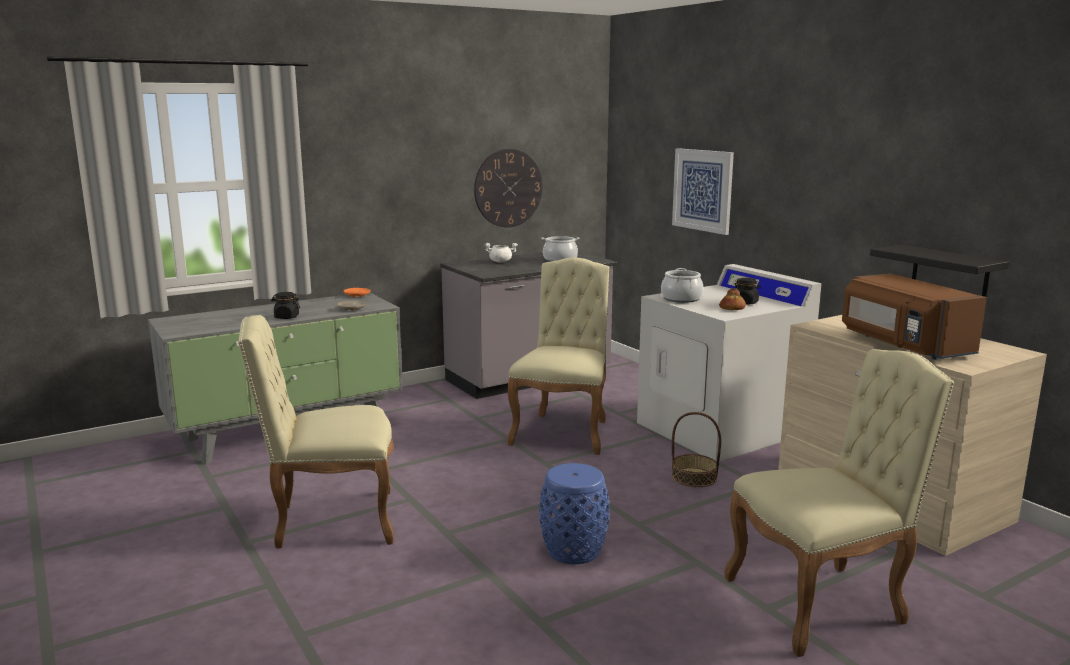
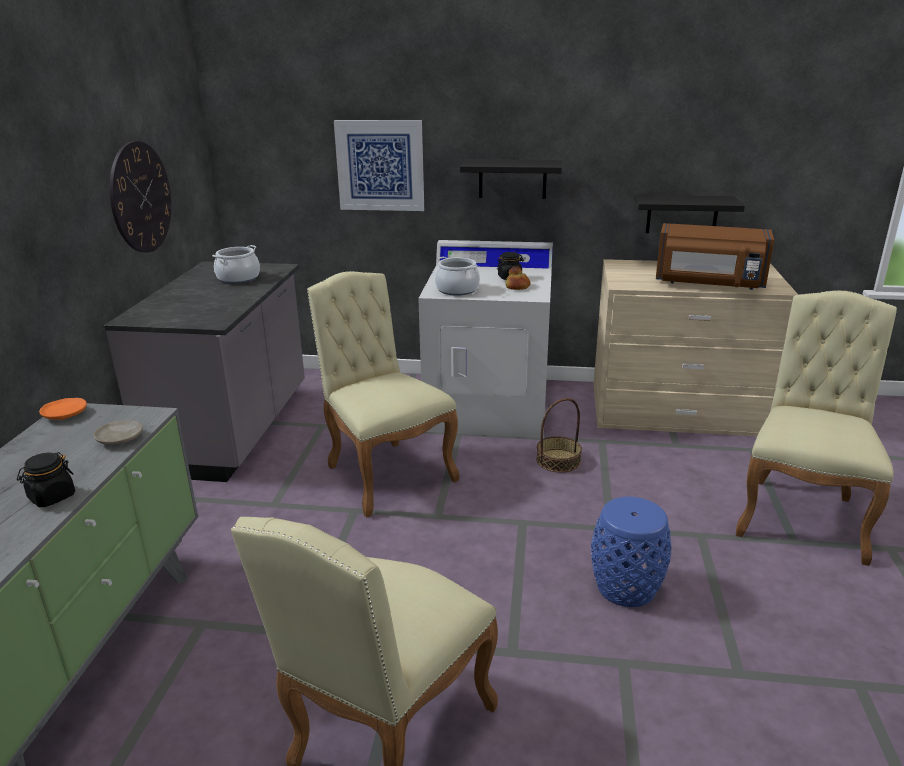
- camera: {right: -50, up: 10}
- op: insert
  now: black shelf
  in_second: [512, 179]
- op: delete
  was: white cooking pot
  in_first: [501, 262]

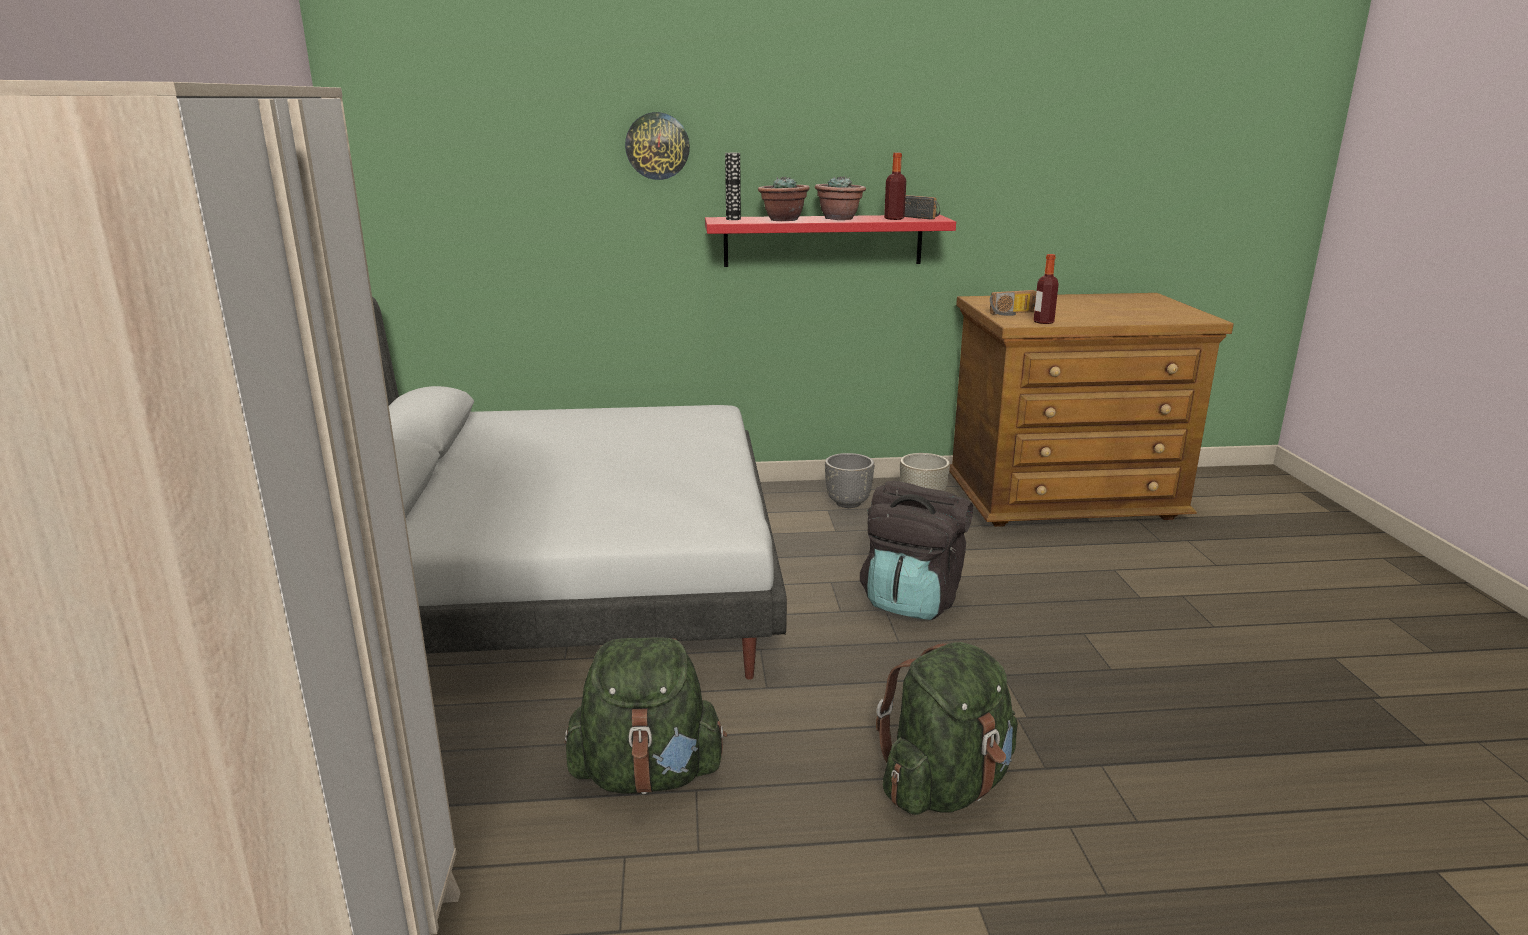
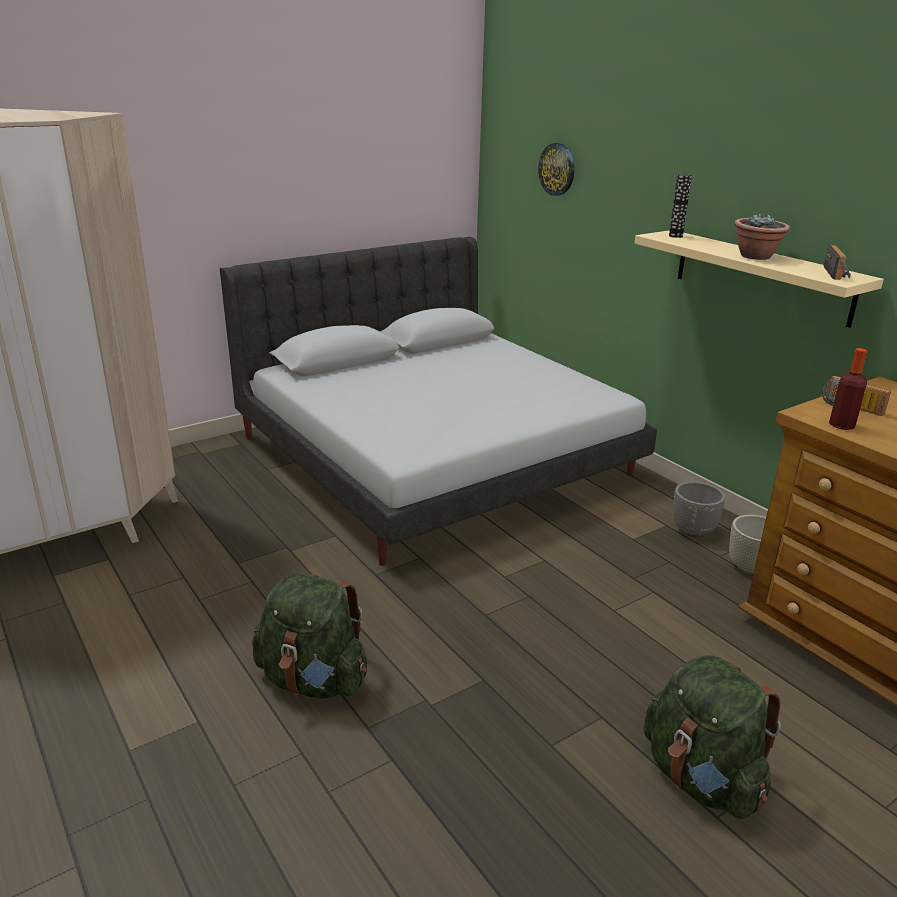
- camera: {right: 60, up: 5}
- op: move
  was: wall clock
  in_first: [657, 146]
  in_second: [557, 169]
- op: recolor
  was: red shelf
  now: beige shelf
  in_first: [823, 240]
  in_second: [761, 276]
- op: move
  was: green backpack
  in_first: [647, 775]
  in_second: [701, 778]
- op: delete
  was: potted plant
  in_first: [783, 220]
- op: delete
  was: black backpack
  in_first: [912, 599]
- op: delete
  was: bottle
  in_first: [894, 218]

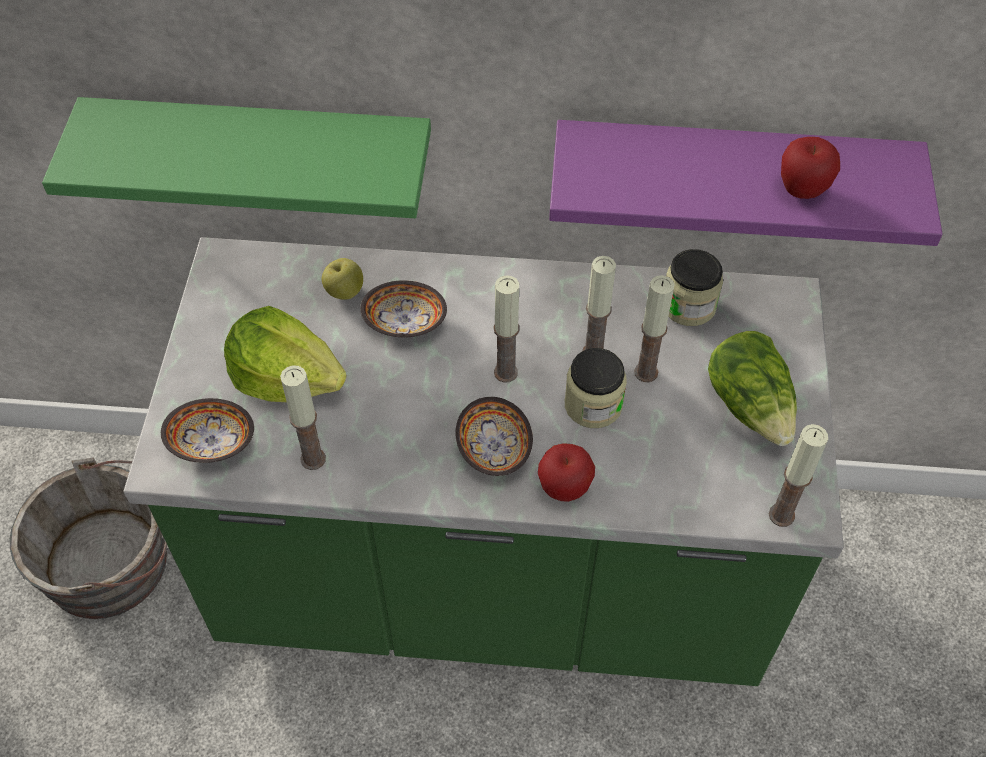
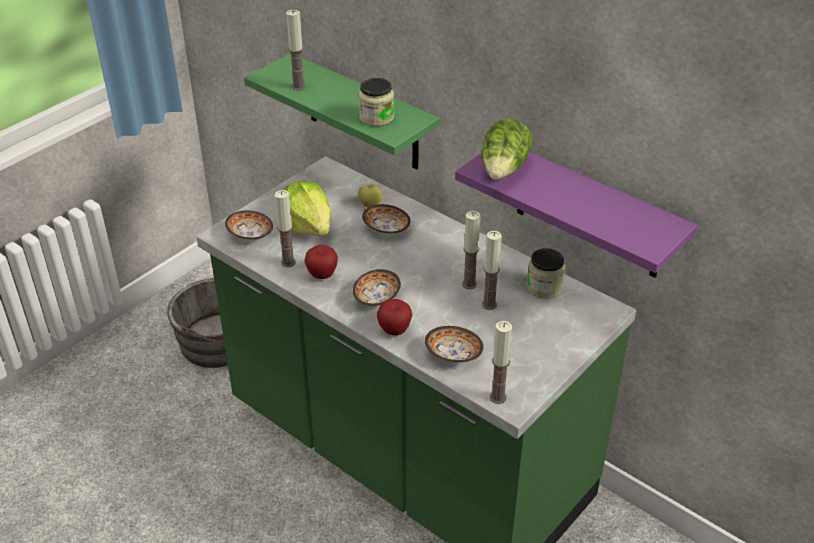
- camera: {right: 35, up: -15}
- op: move
  was: candle
  in_first: [506, 372]
  in_second: [298, 86]
- op: move
  was: apple
  in_first: [802, 190]
  in_second: [322, 275]
- op: move
  was: jar
  in_first: [593, 405]
  in_second: [376, 117]
- op: insert
  now: bowl
  in_second: [452, 354]
- op: move
  was: lettuce
  in_first: [751, 405]
  in_second: [504, 170]

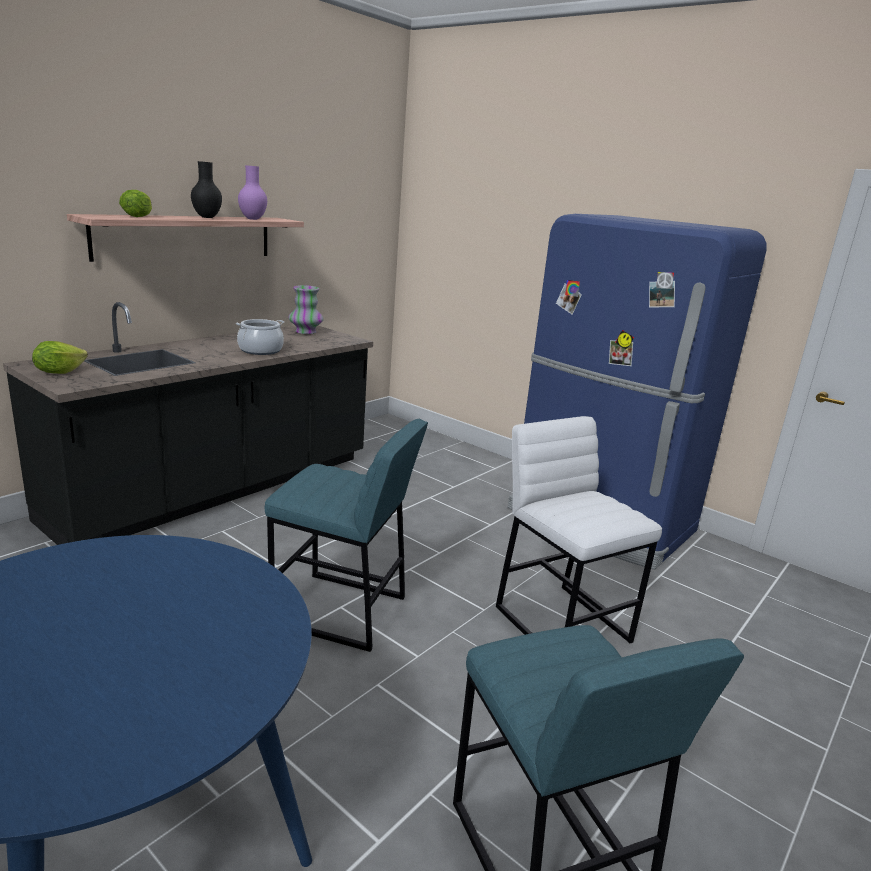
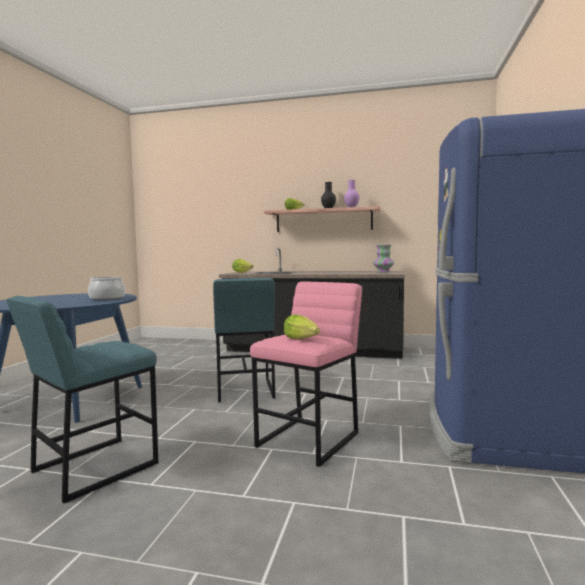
- camera: {right: 65, up: -15}
- op: move
  was: cooking pot
  in_first: [260, 350]
  in_second: [107, 299]
- op: recolor
  was: white stool
  now: pink stool
  in_first: [560, 622]
  in_second: [309, 438]
- op: insert
  now: lettuce
  in_second: [302, 339]

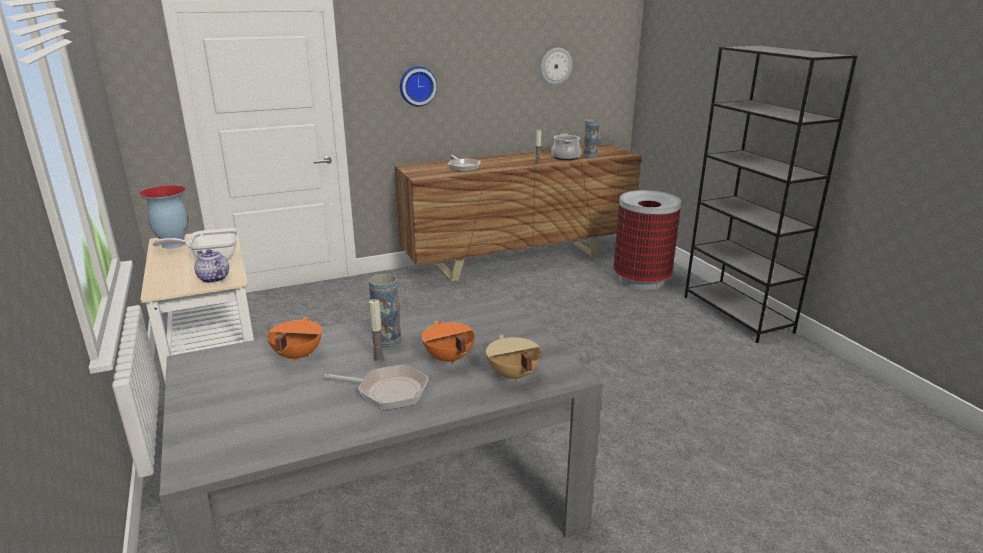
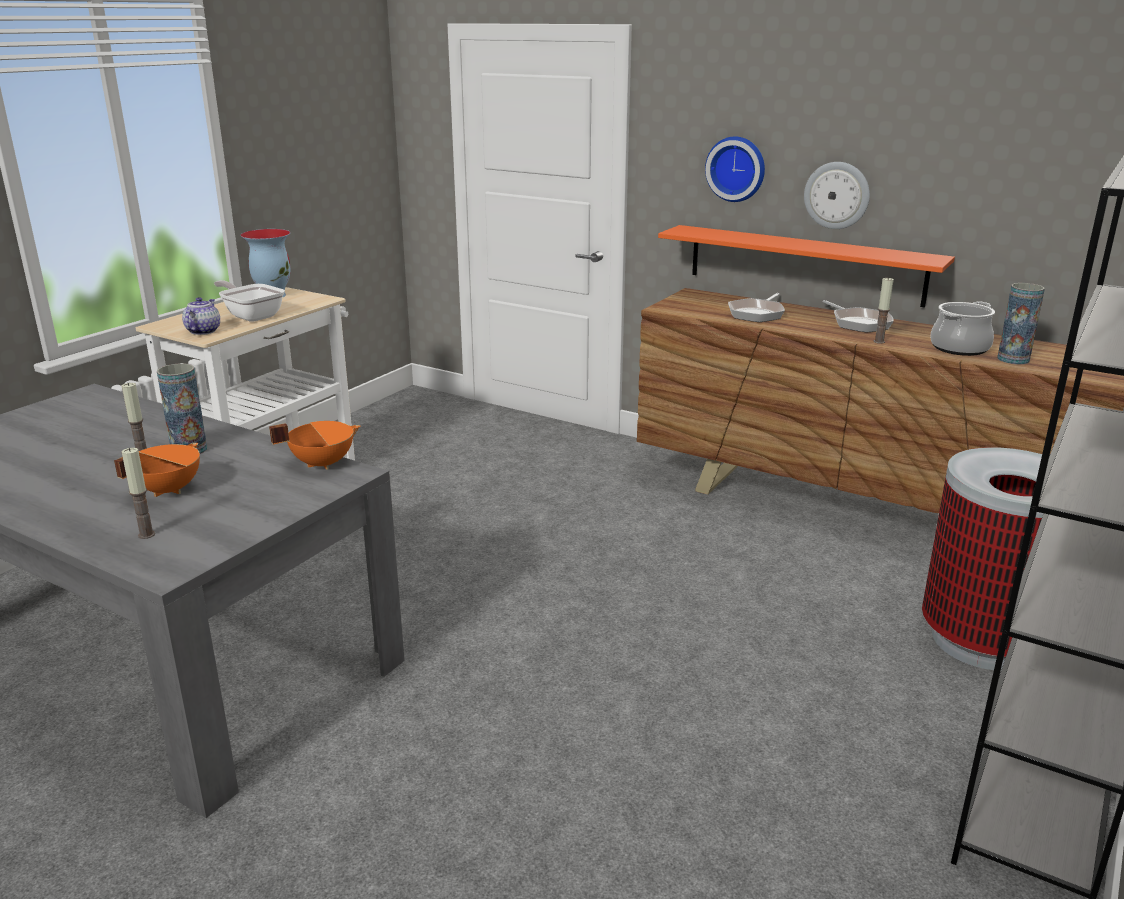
- camera: {right: 55, up: 0}
- op: replace
  was: beige cooking pot
  now: candle
  in_first: [512, 375]
  in_second: [146, 535]
- op: move
  was: orange cooking pot
  in_first: [296, 355]
  in_second: [322, 463]
- op: insert
  now: orange shelf
  in_second: [804, 264]
- op: move
  was: wall clock
  in_first: [555, 66]
  in_second: [837, 195]
- op: move
  was: frying pan
  in_first: [388, 391]
  in_second: [858, 323]

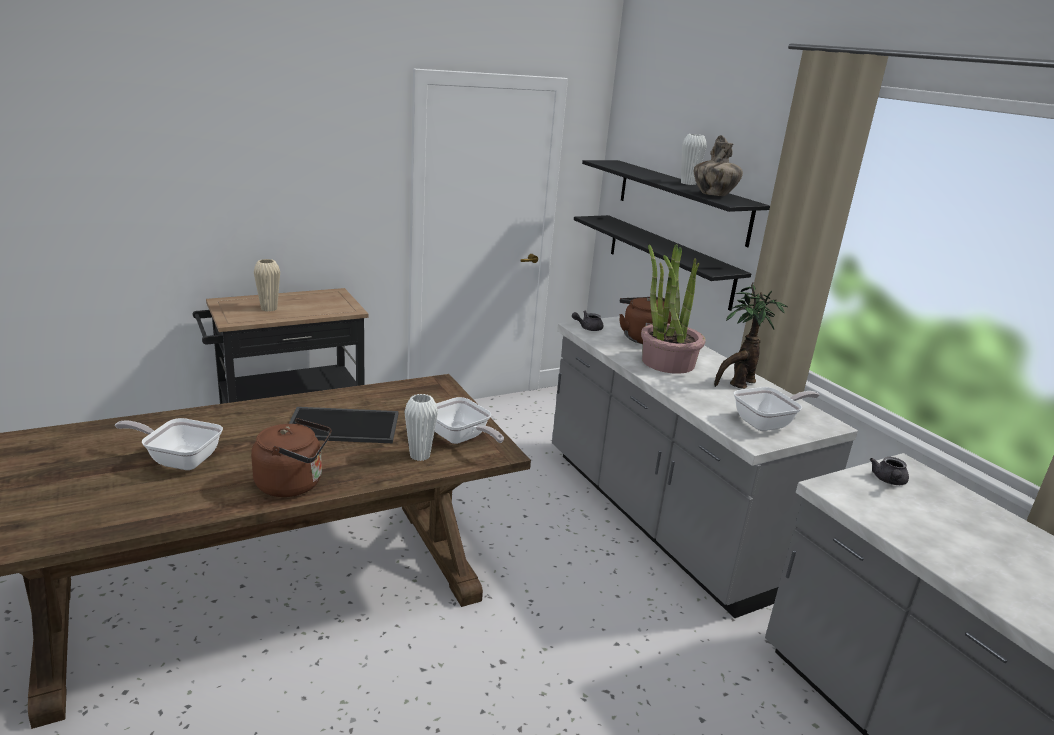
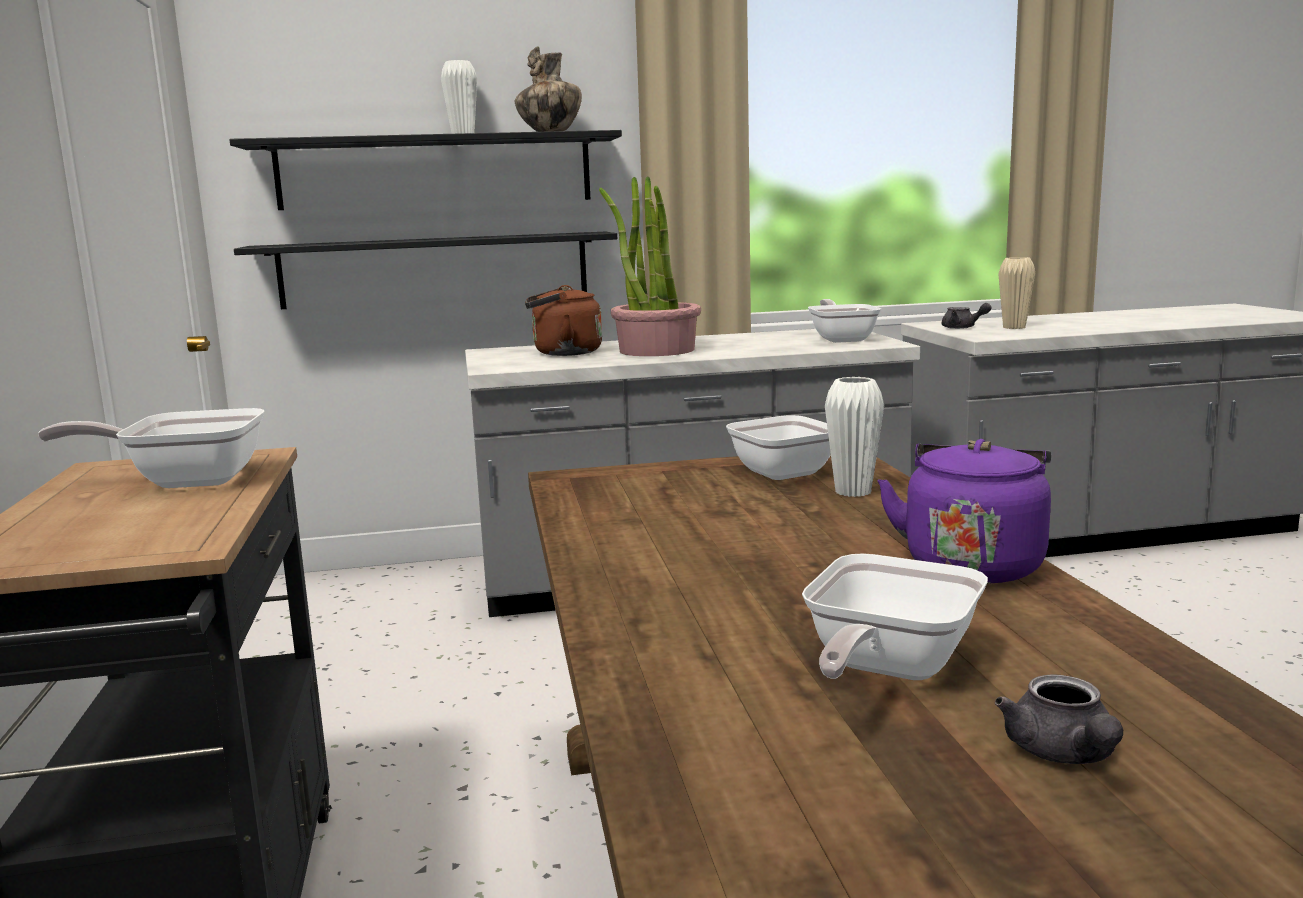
- camera: {right: -70, up: -10}
- op: insert
  now: frying pan
  in_second: [185, 481]
- op: recolor
  was: brown kettle
  now: purple kettle
  in_first: [294, 484]
  in_second: [973, 564]
- op: move
  was: grey teapot
  in_first: [587, 328]
  in_second: [1064, 755]
- op: move
  was: beige vase
  in_first: [269, 309]
  in_second: [1014, 327]
- op: delete
  was: tray
  in_first: [344, 425]
- op: delete
  was: potted plant
  in_first: [738, 384]

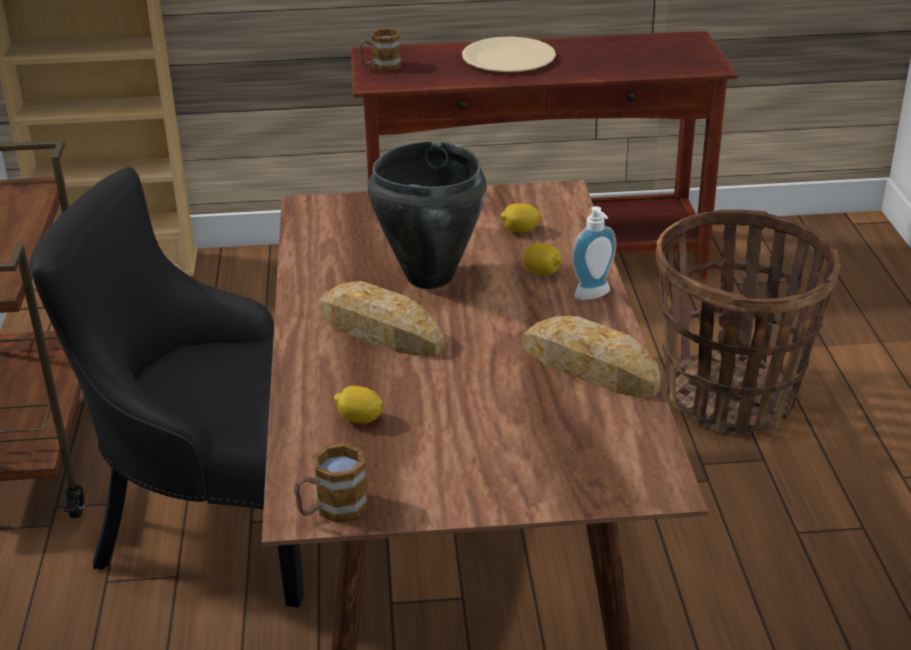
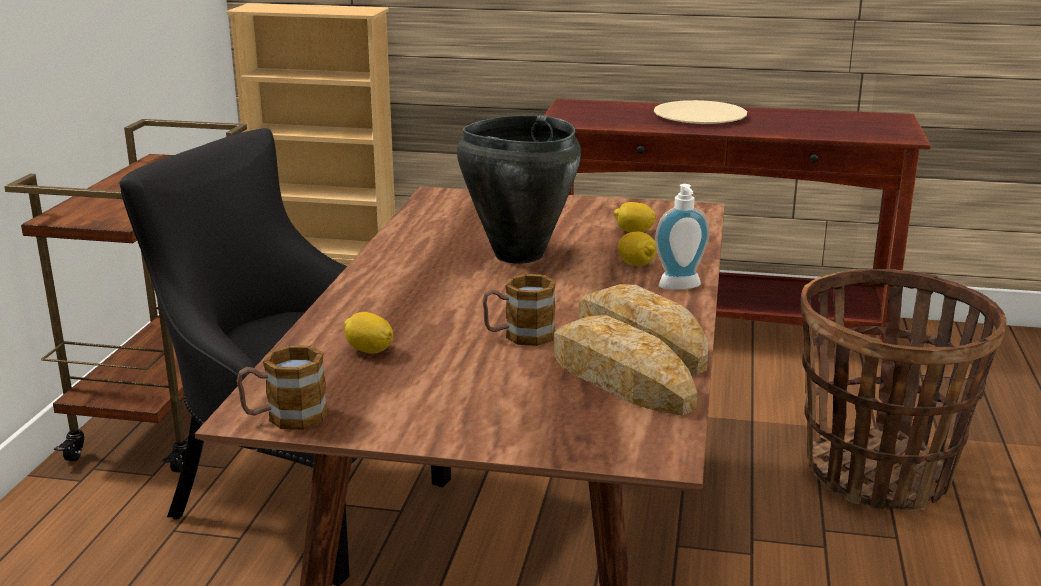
- camera: {right: 15, up: -10}
- op: move
  was: mug
  in_first: [380, 67]
  in_second: [519, 336]
- op: move
  was: bread
  in_first: [379, 331]
  in_second: [620, 379]

